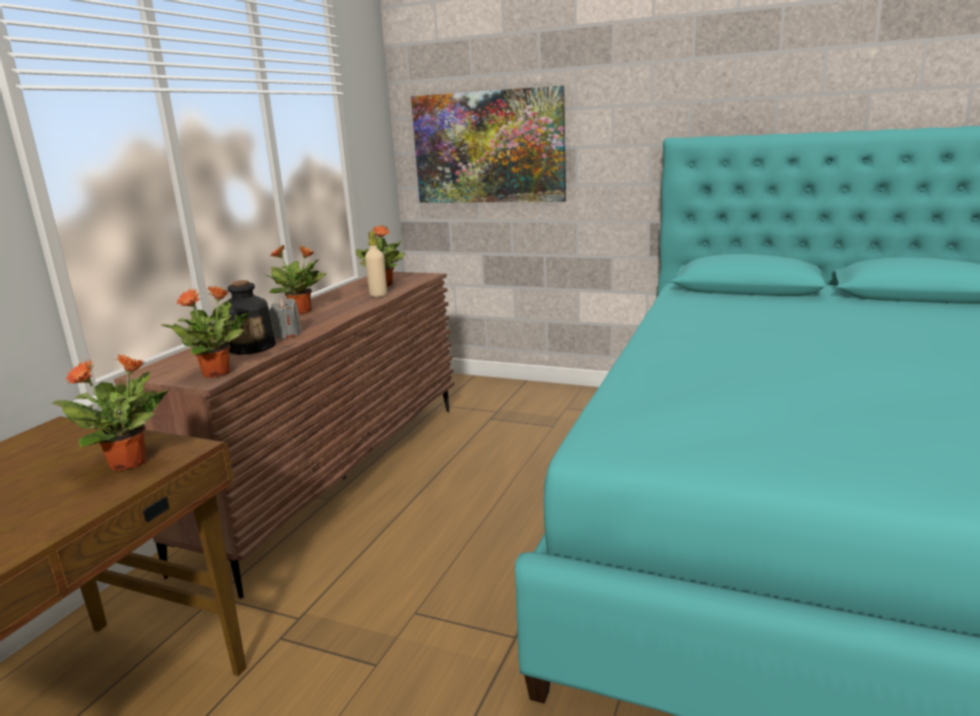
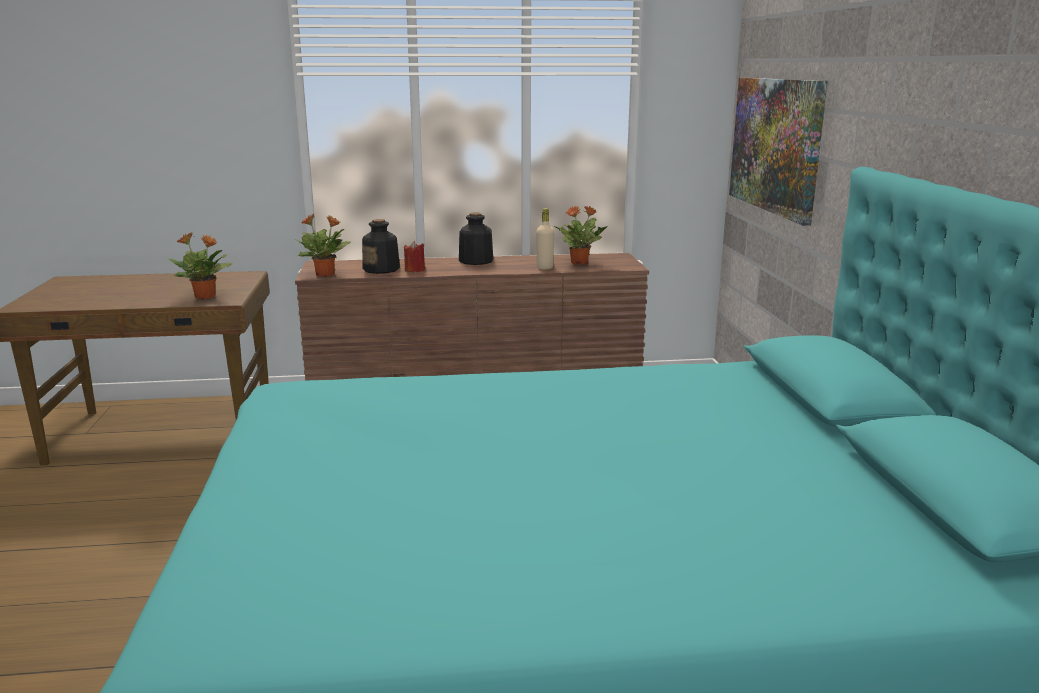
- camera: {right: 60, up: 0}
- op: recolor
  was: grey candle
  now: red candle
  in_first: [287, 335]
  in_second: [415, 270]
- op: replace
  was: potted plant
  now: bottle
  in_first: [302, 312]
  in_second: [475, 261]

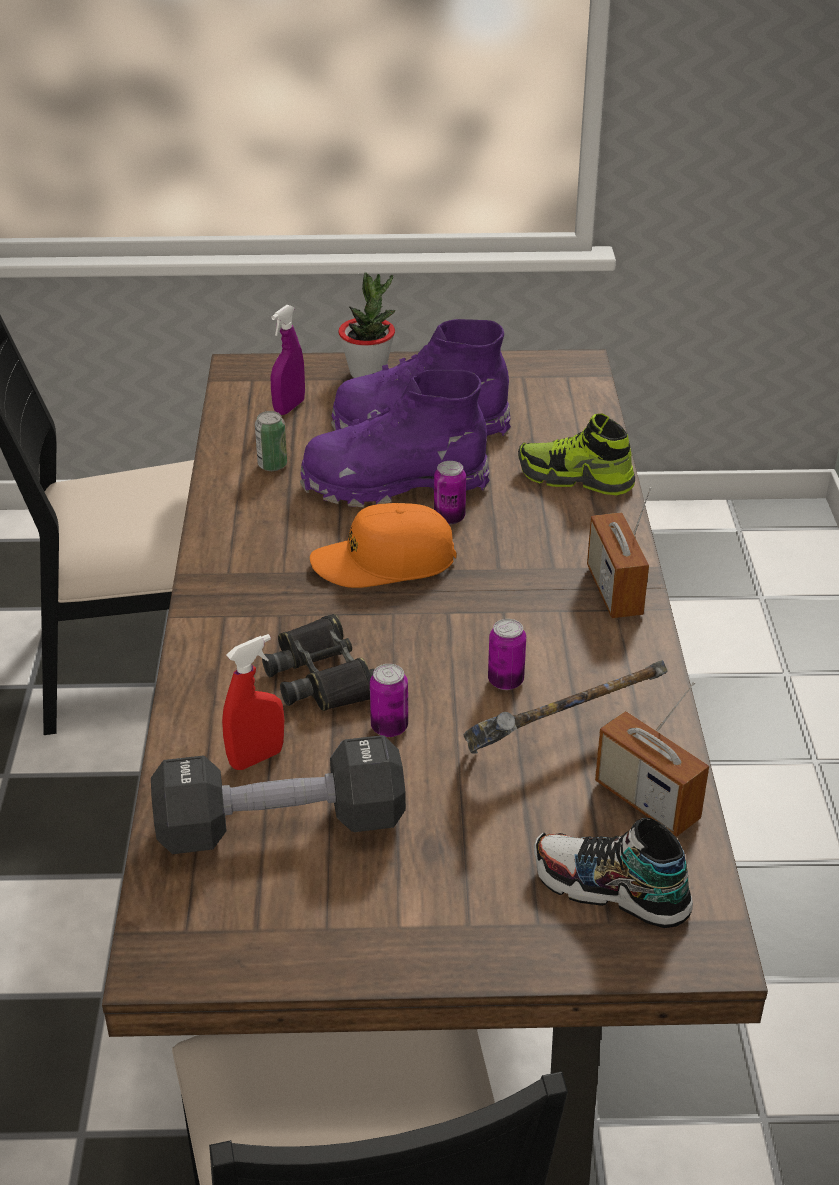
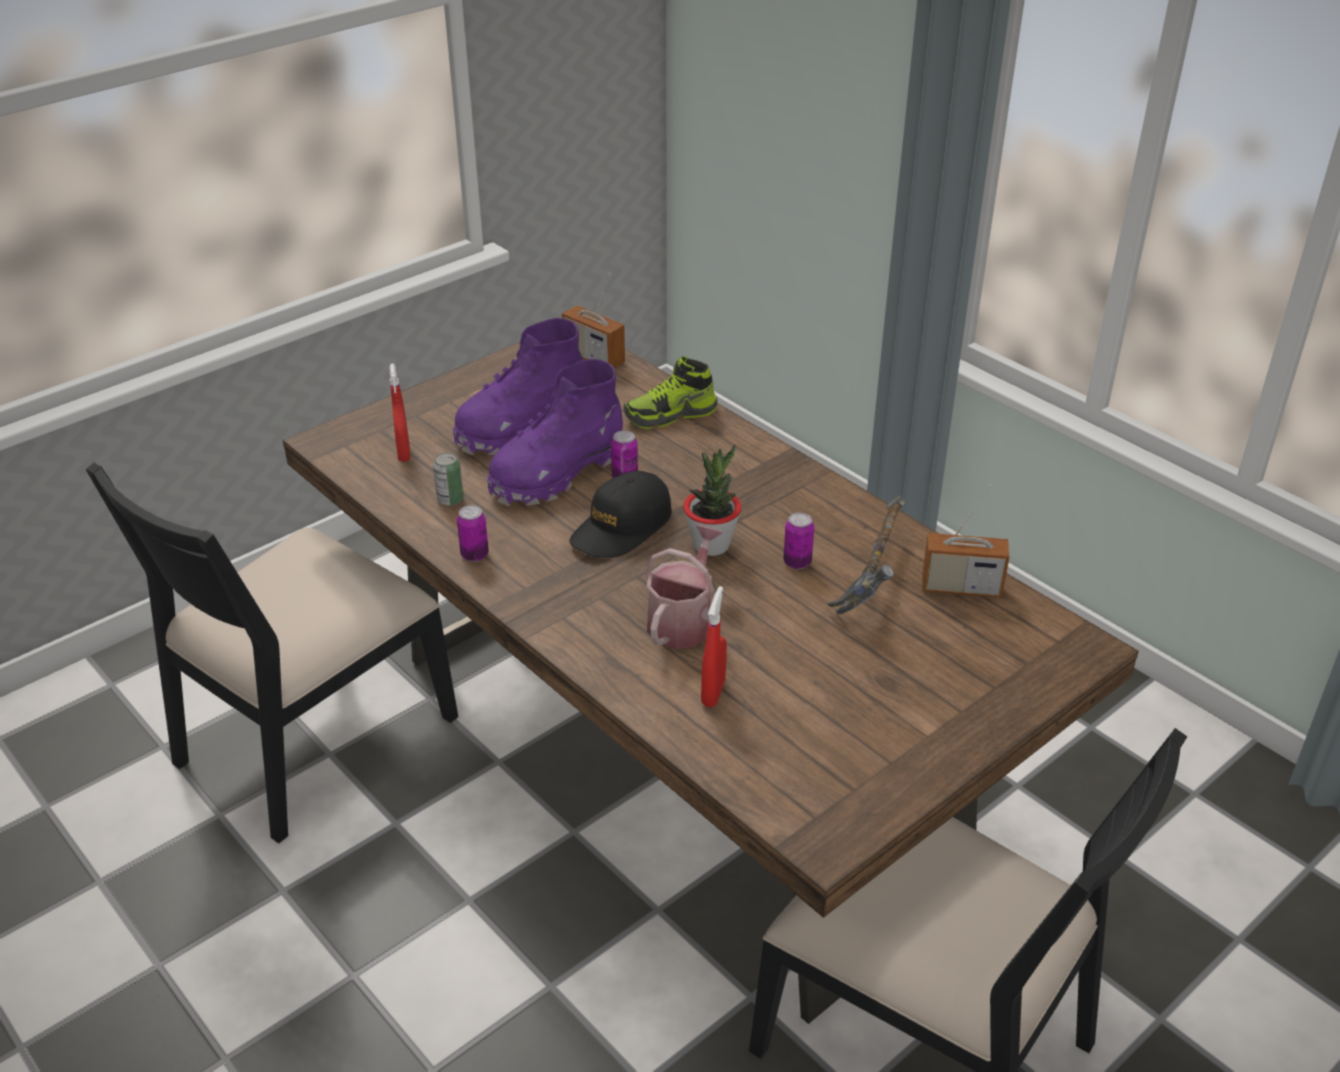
- camera: {right: -40, up: 0}
- op: recolor
  was: purple spray bottle
  now: red spray bottle
  in_first: [289, 407]
  in_second: [404, 453]
- op: move
  was: can
  in_first: [389, 727]
  in_second: [474, 555]
- op: move
  was: radio
  in_first: [614, 591]
  in_second: [594, 357]
- op: recolor
  was: orange cap
  now: black cap
  in_first: [384, 562]
  in_second: [621, 528]
- op: replace
  was: black binoculars
  now: watering can
  in_first: [322, 676]
  in_second: [683, 620]
- op: move
  was: potted plant
  in_first: [368, 373]
  in_second: [711, 545]
- op: delete
  was: black dumbbell
  in_first: [281, 826]
- op: delete
  was: shoe
  in_first: [610, 890]

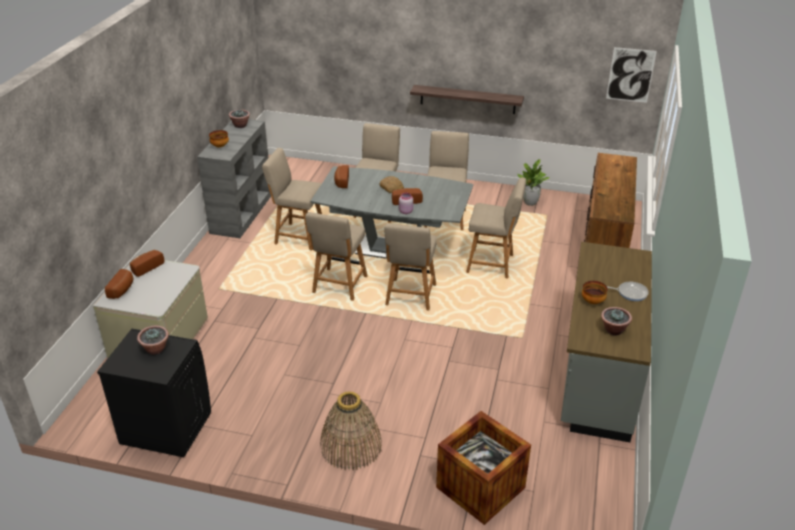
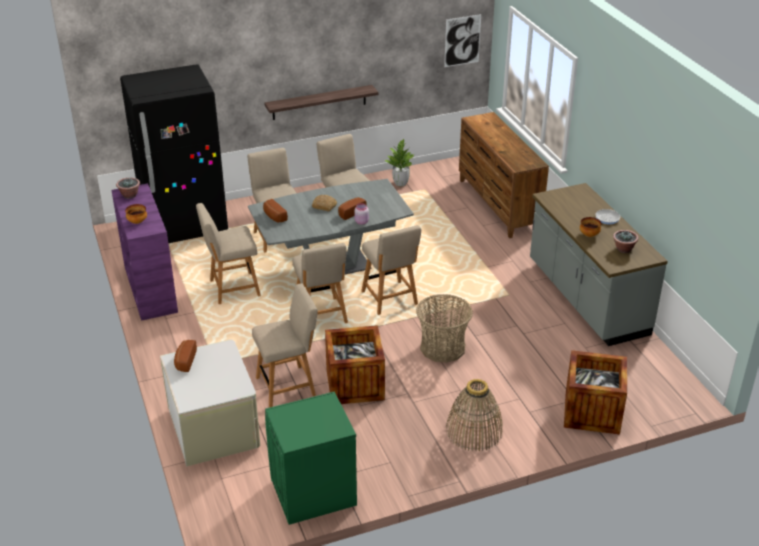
- camera: {right: -35, up: 0}
- op: recolor
  was: grey bookcase
  now: purple bookcase
  in_first: [241, 213]
  in_second: [149, 289]
- op: insert
  now: black fridge
  in_second: [185, 226]
- op: move
  was: beige chair
  in_first: [493, 264]
  in_second: [288, 385]
- op: recolor
  was: black washing machine
  now: green washing machine
  in_first: [166, 428]
  in_second: [312, 493]
- op: insert
  now: crate
  in_second: [355, 384]
- op: insert
  now: basket
  in_second: [442, 348]
- op: delete
  was: bread
  in_first: [122, 290]
- op: delete
  was: potted plant
  in_first: [156, 349]

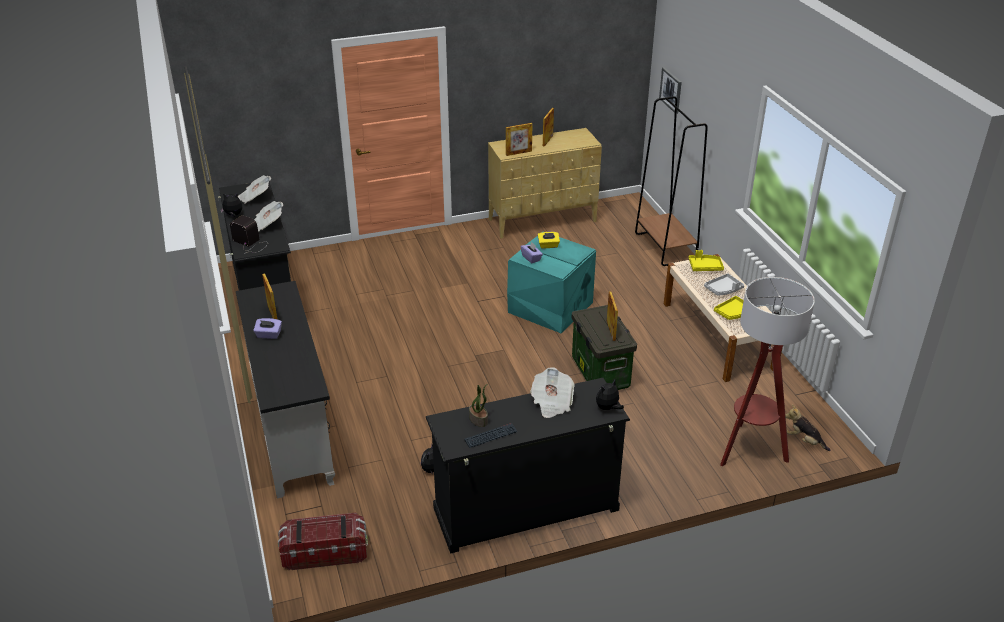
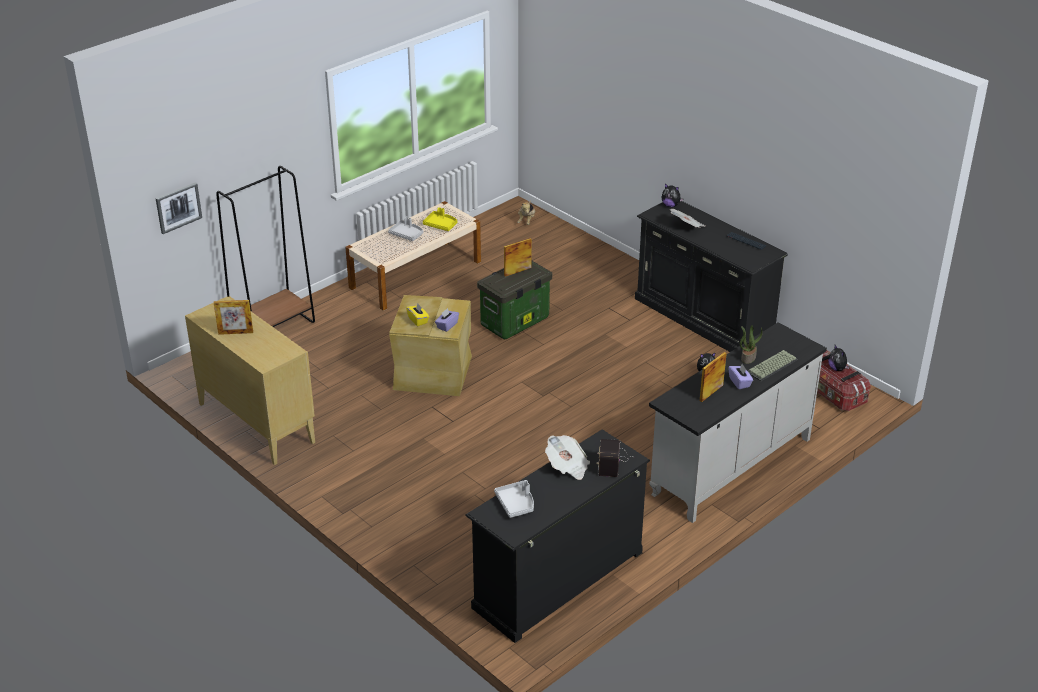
- camera: {right: -115, up: 0}
- op: recolor
  was: turquoise storage box
  now: beige storage box
  in_first: [550, 308]
  in_second: [434, 372]
- op: replace
  was: newspaper
  now: grey tray
  in_first: [255, 197]
  in_second: [516, 504]
- op: move
  was: potted plant
  in_first: [479, 420]
  in_second: [748, 357]
- op: insert
  now: keyboard
  in_second: [772, 367]
- op: move
  was: plush toy
  in_first: [233, 215]
  in_second: [837, 369]
- op: delete
  was: picture frame
  in_first: [518, 153]
- op: delete
  was: yellow tray
  in_first: [705, 267]
- op: delete
  was: floor lamp
  in_first: [749, 450]

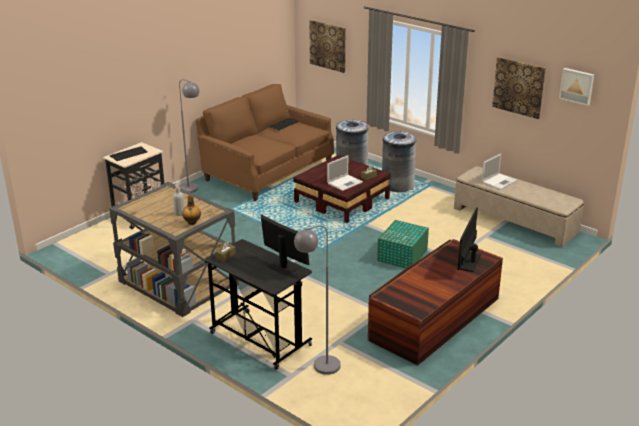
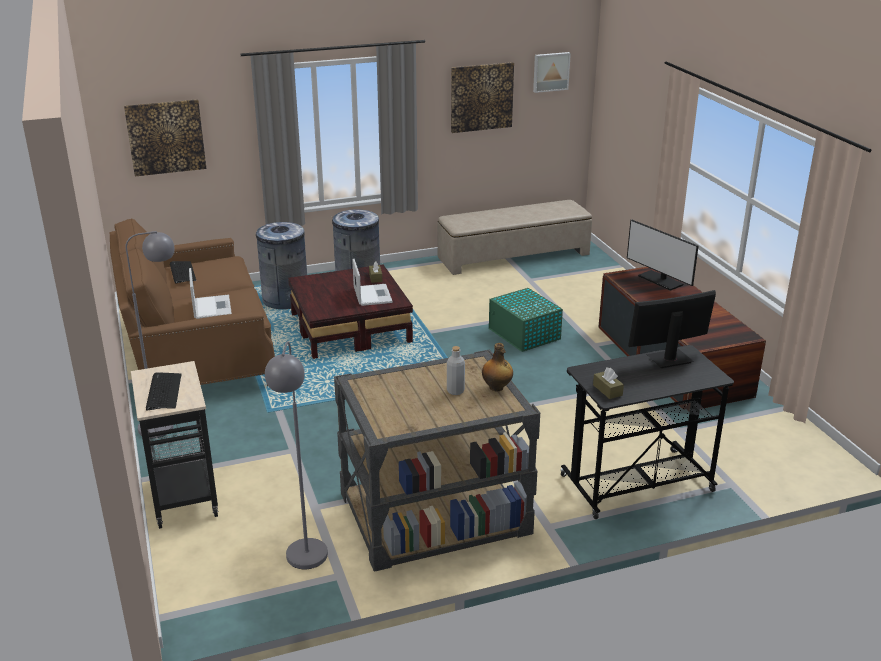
- camera: {right: -60, up: 0}
- op: move
  was: laptop
  in_first: [499, 181]
  in_second: [211, 307]
- op: move
  was: grey floor lamp
  in_first: [319, 369]
  in_second: [305, 564]

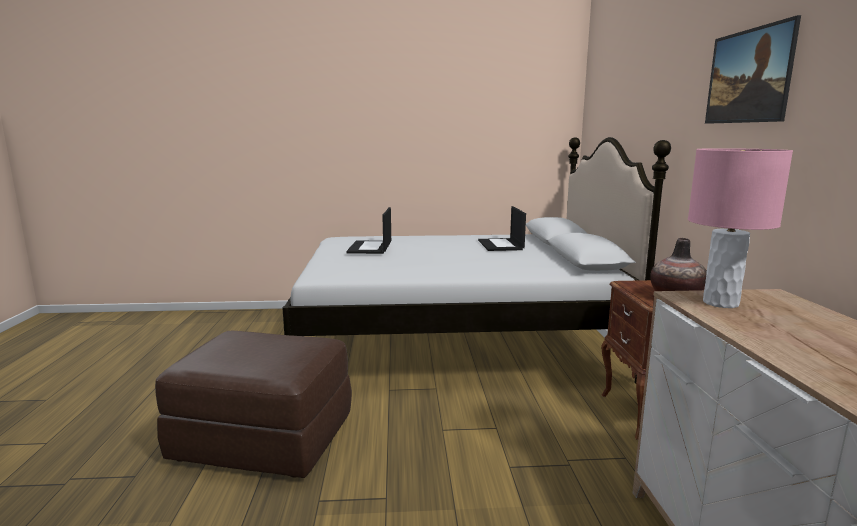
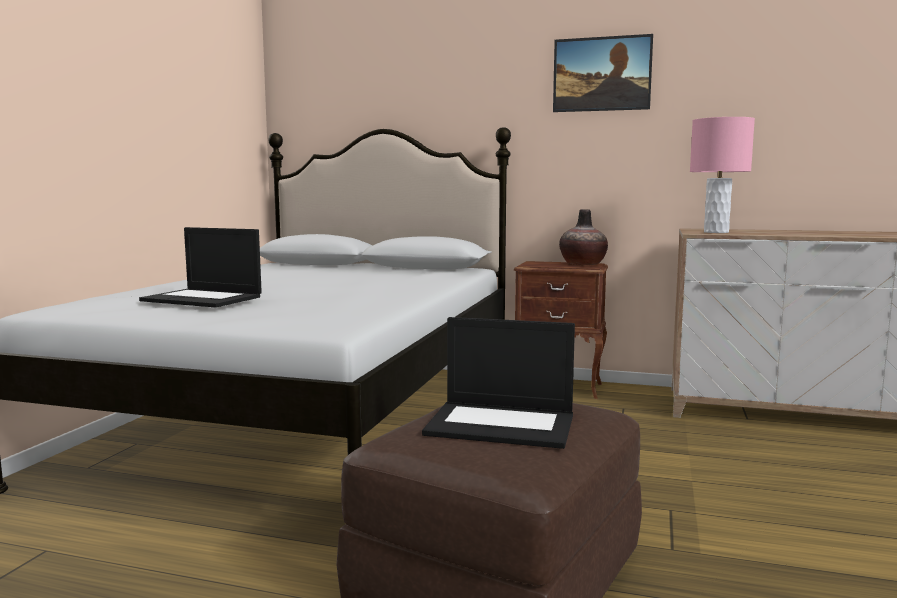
- camera: {right: -70, up: -5}
- op: move
  was: laptop
  in_first: [501, 245]
  in_second: [503, 424]

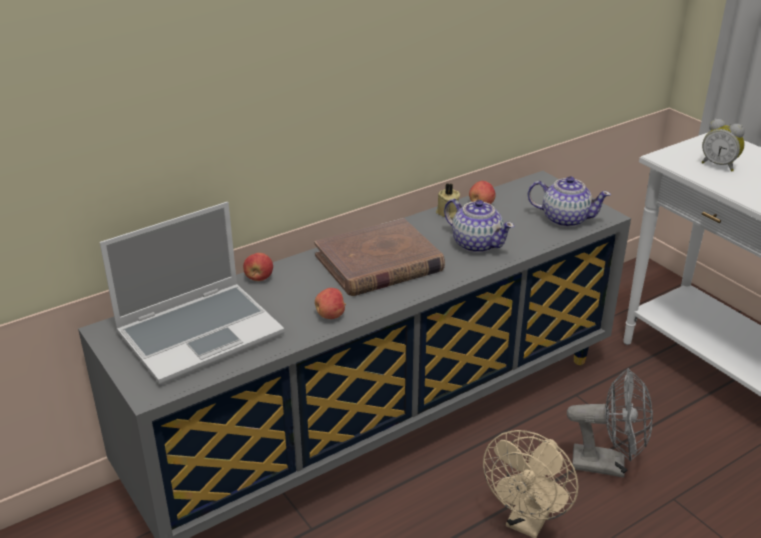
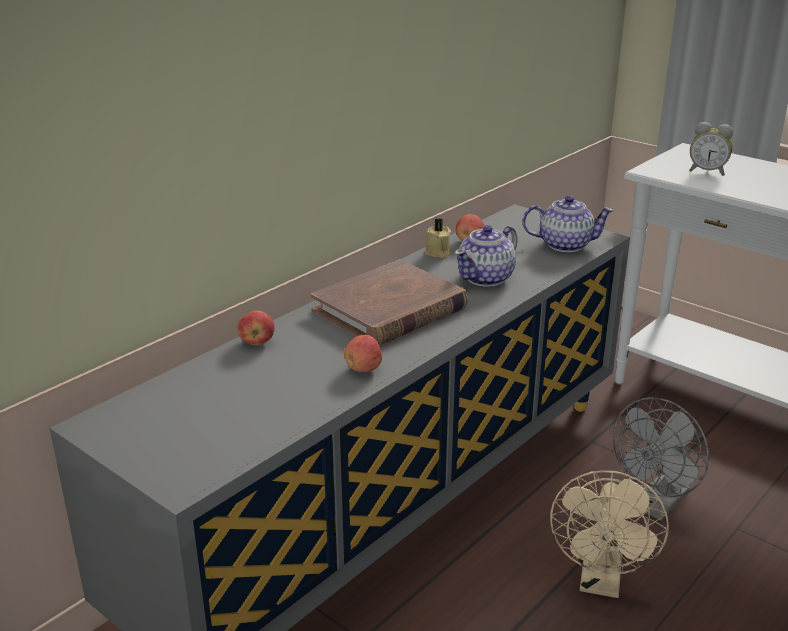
- camera: {right: -15, up: -5}
- op: rotate
  was: teapot
  in_first: [476, 243]
  in_second: [486, 278]
  clockwise: 105
- op: rotate
  was: grey fan
  in_first: [607, 464]
  in_second: [655, 506]
  clockwise: 135
- op: delete
  was: laptop
  in_first: [201, 333]

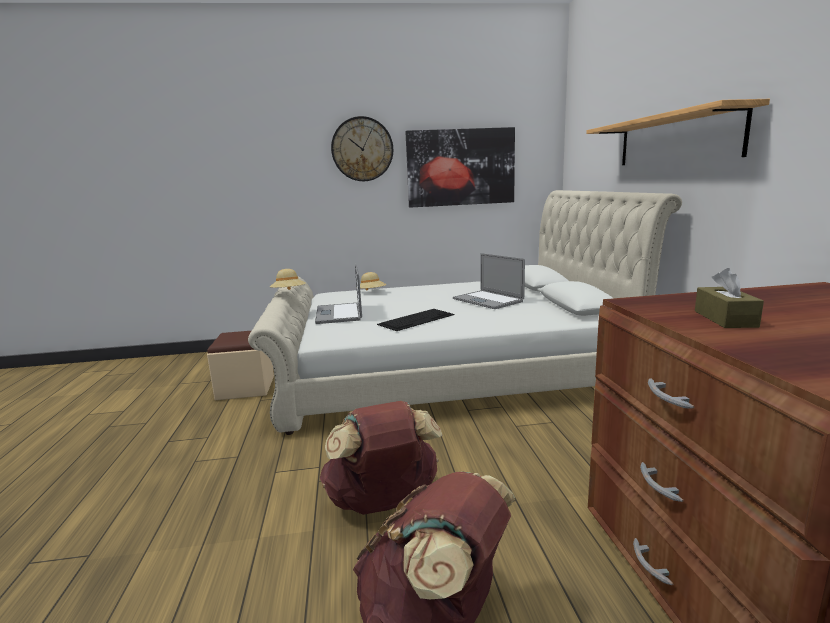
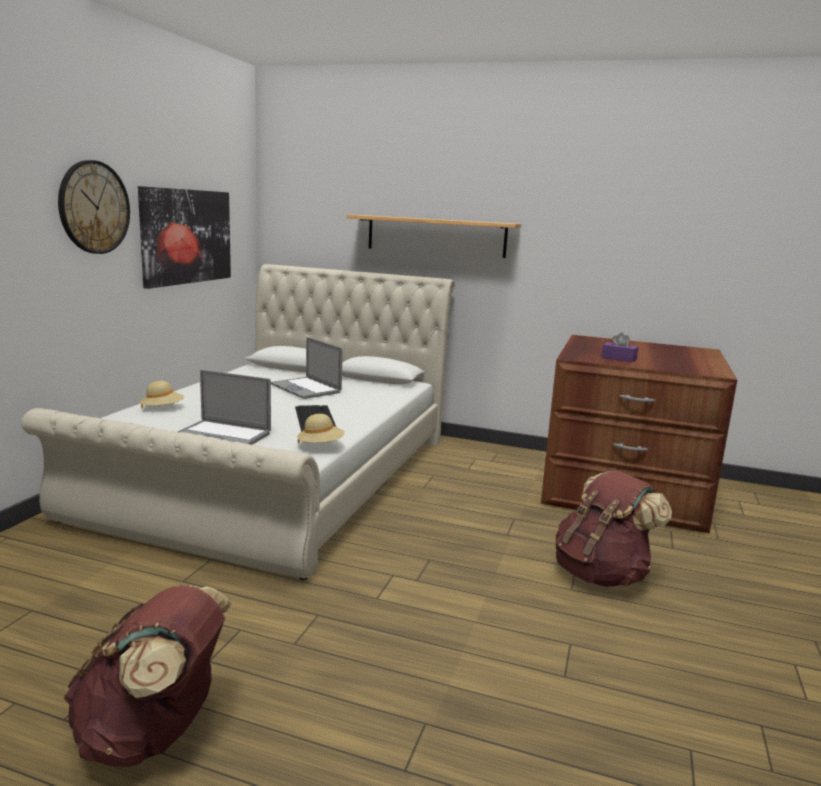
- camera: {right: -65, up: 0}
- op: move
  was: brown backpack
  in_first: [383, 503]
  in_second: [153, 733]
- op: rotate
  was: laptop
  in_first: [487, 300]
  in_second: [305, 388]
  clockwise: 60
- op: move
  was: beige hat
  in_first: [289, 293]
  in_second: [320, 446]
- op: recolor
  was: brown tissue box
  now: purple tissue box
  in_first: [725, 319]
  in_second: [618, 358]
- op: delete
  was: beige ottoman
  in_first: [245, 388]

